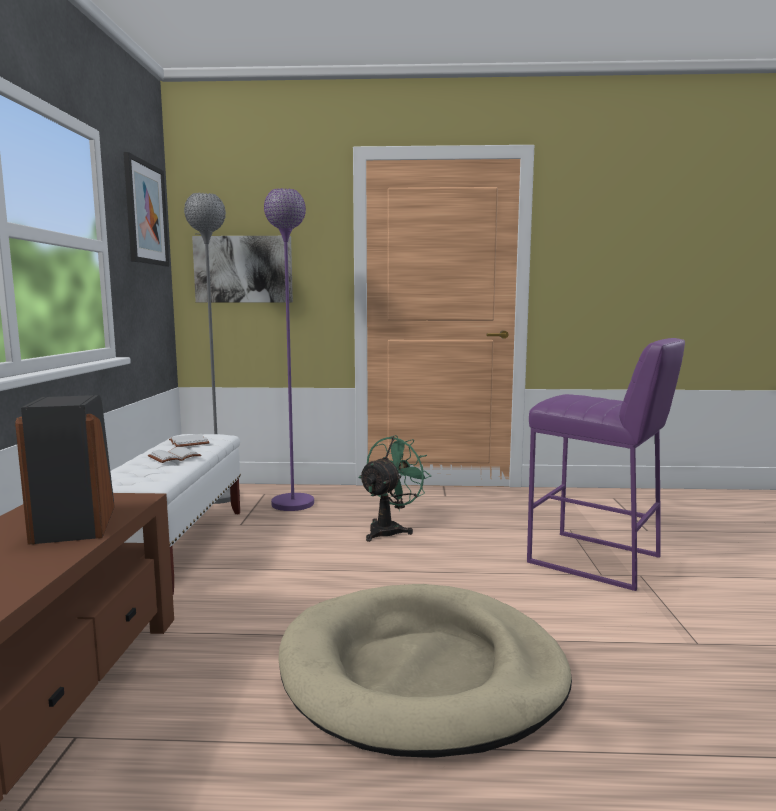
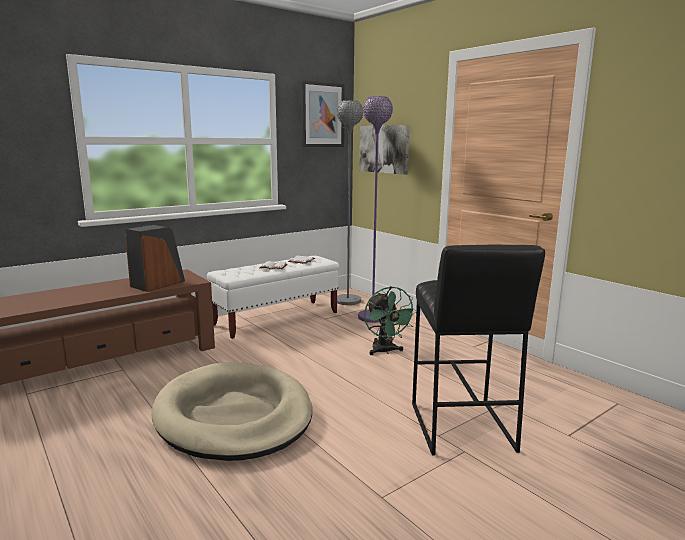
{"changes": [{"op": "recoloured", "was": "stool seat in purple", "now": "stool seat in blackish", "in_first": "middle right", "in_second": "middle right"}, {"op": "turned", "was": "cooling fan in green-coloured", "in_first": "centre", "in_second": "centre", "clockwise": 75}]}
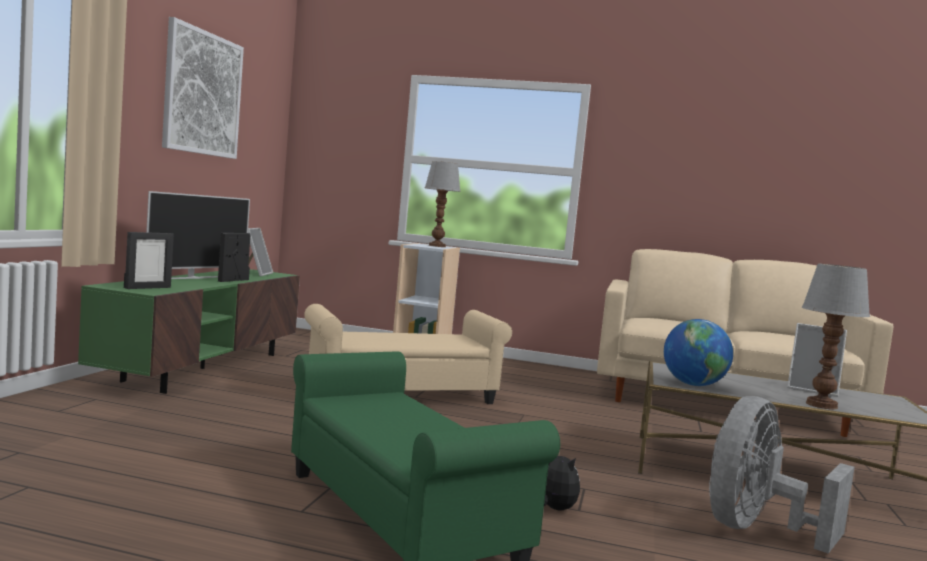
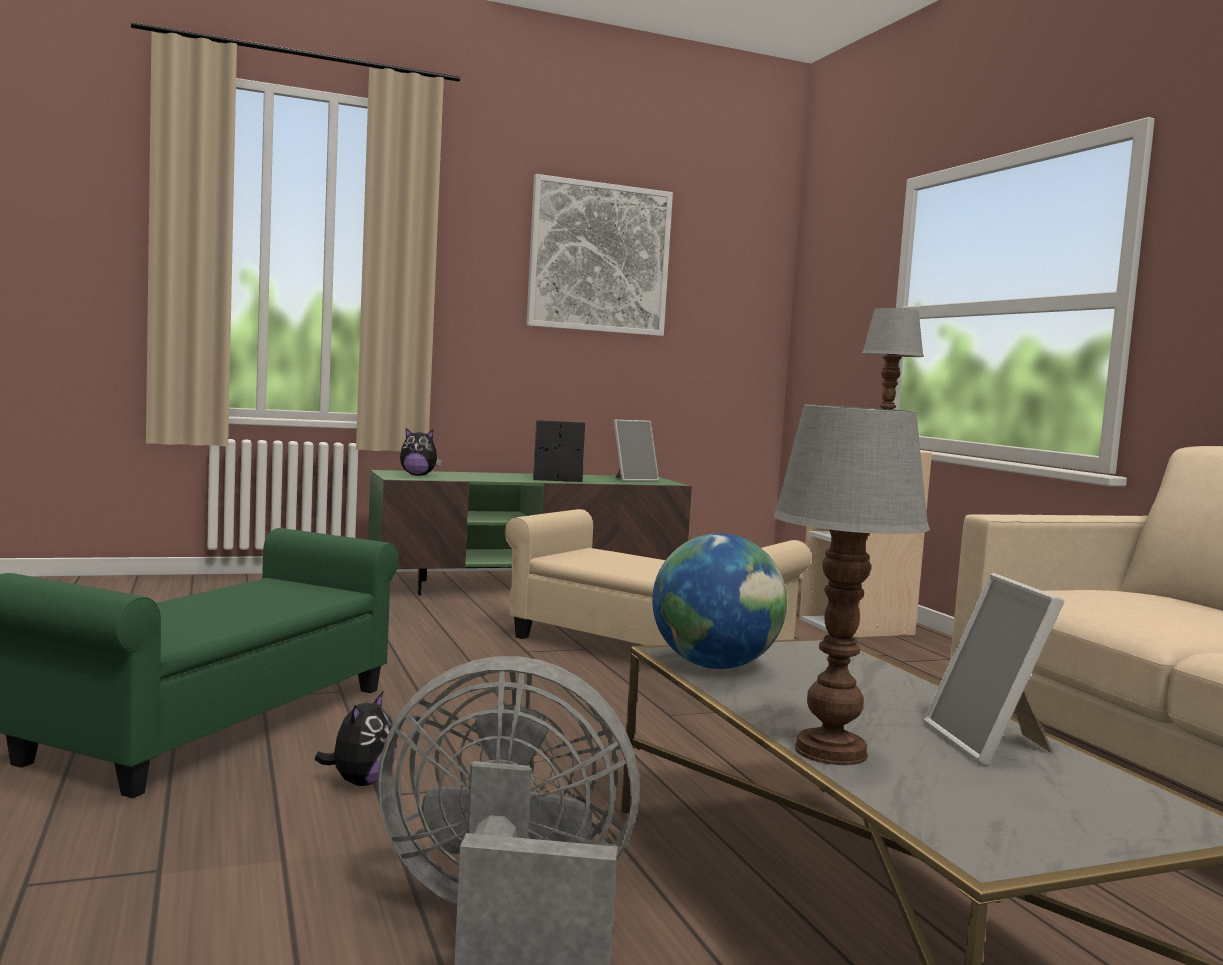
{"changes": [{"op": "removed", "was": "television", "in_first": "middle left"}, {"op": "replaced", "was": "photo frame (1st from left)", "now": "plush toy (2nd from left)", "in_first": "middle left", "in_second": "centre"}]}
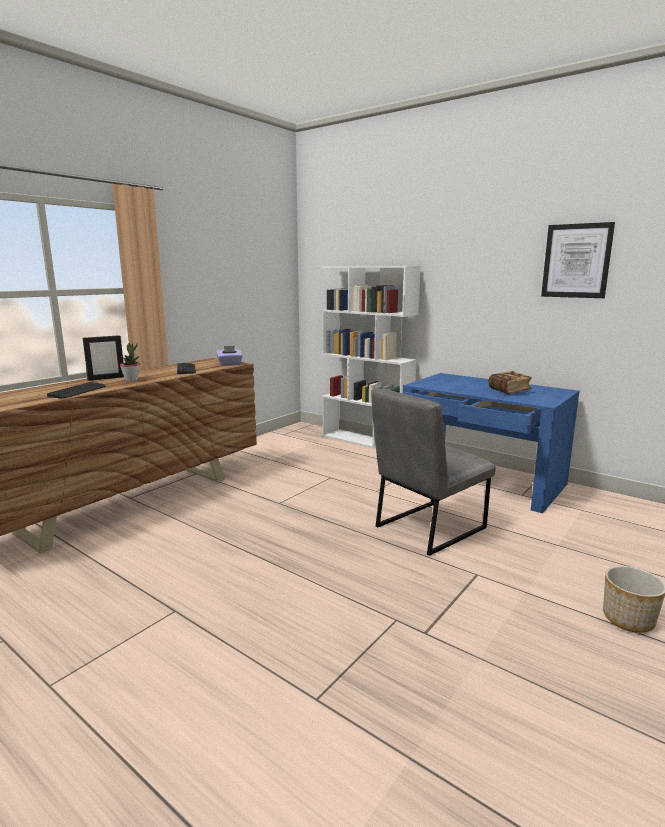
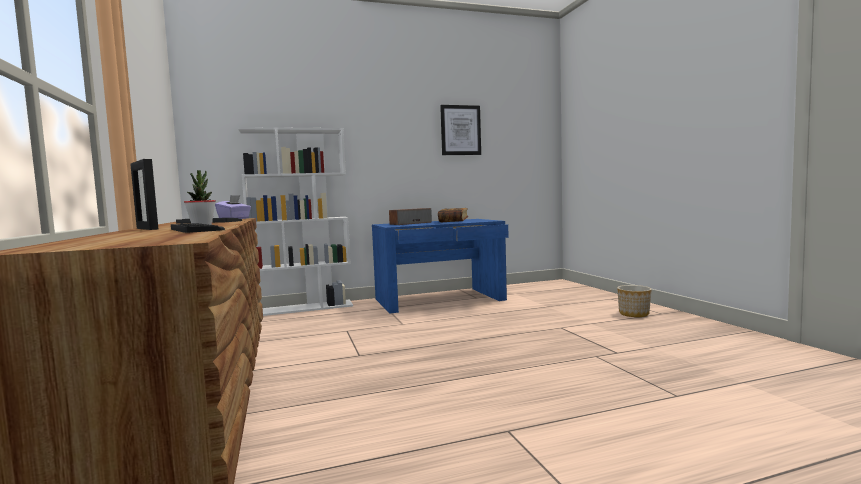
{"changes": [{"op": "turned", "was": "photo frame", "in_first": "middle left", "in_second": "middle left", "clockwise": 135}, {"op": "removed", "was": "chair in grey", "in_first": "centre"}, {"op": "added", "now": "loudspeaker", "in_second": "centre"}]}
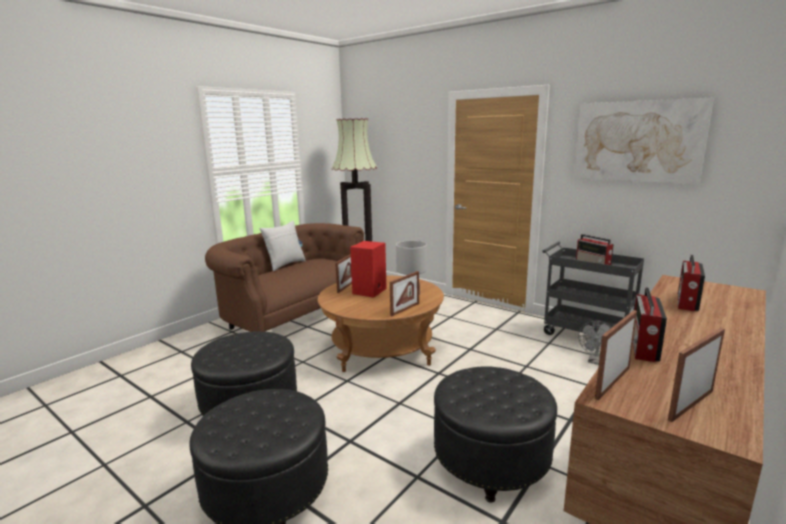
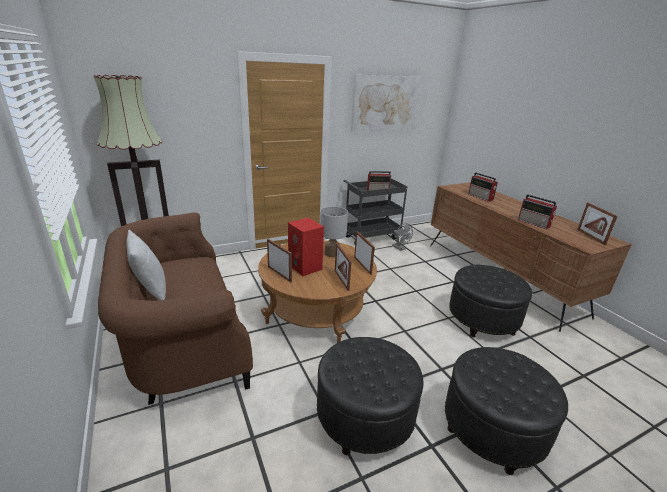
{"changes": [{"op": "moved", "was": "photo frame (3rd from left in the first image)", "now": "photo frame (2nd from left)", "in_first": "bottom right", "in_second": "centre"}]}
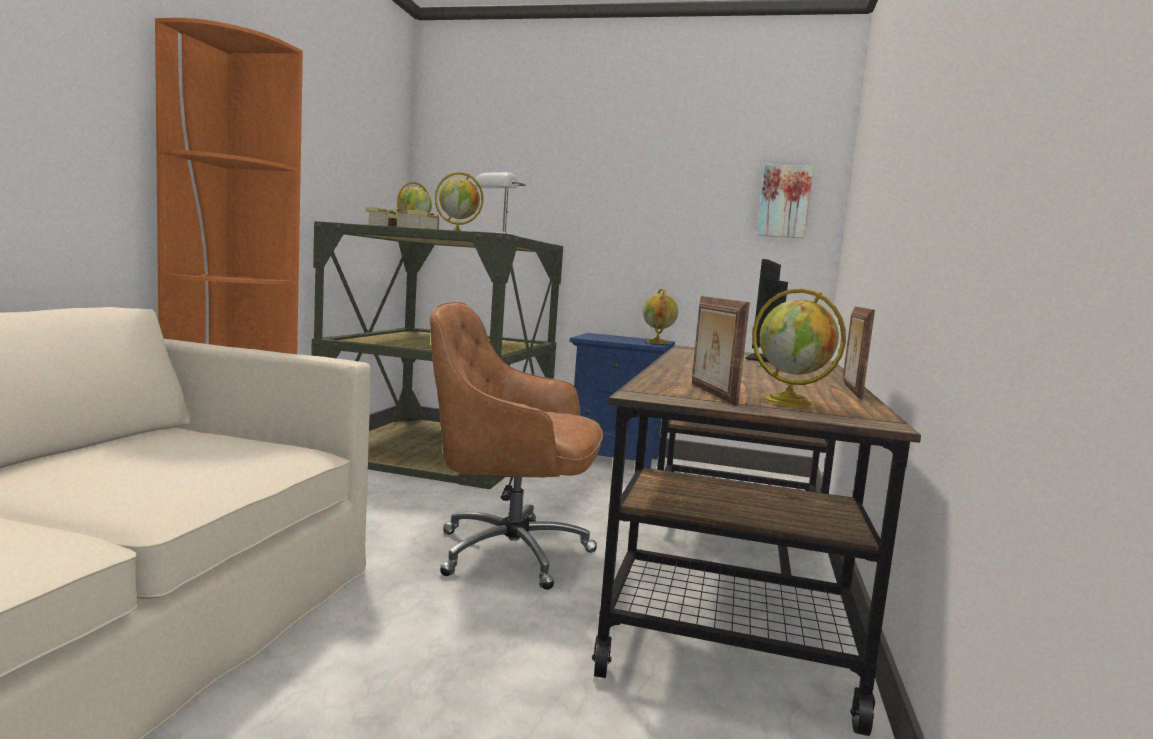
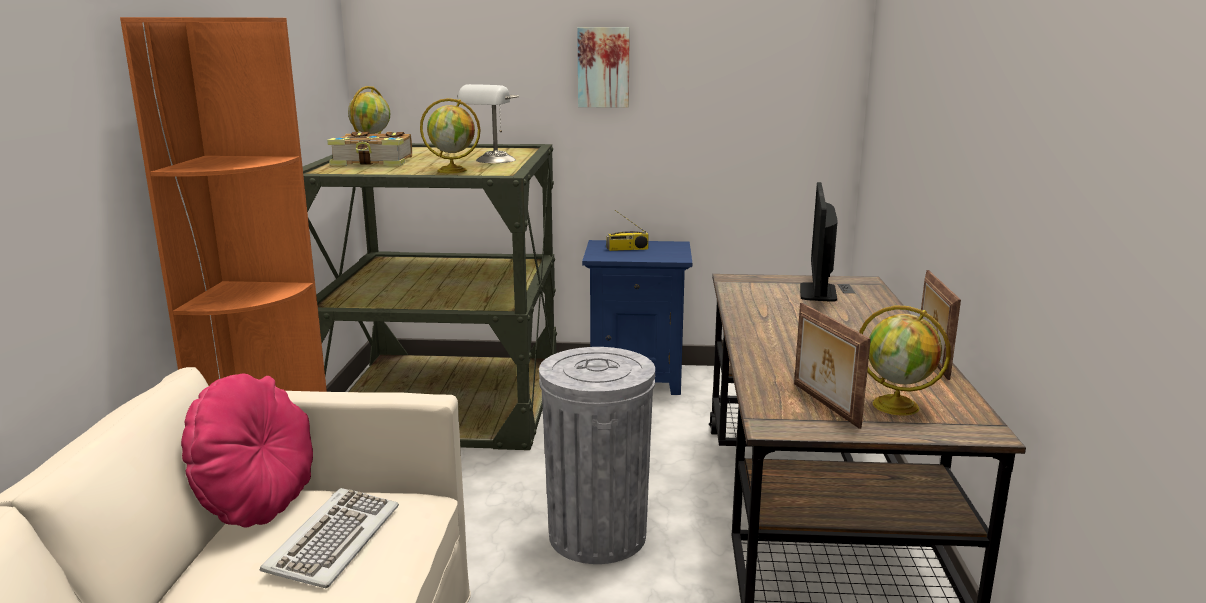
{"changes": [{"op": "moved", "was": "picture", "in_first": "top right", "in_second": "top centre"}, {"op": "removed", "was": "globe (3rd from left)", "in_first": "centre"}, {"op": "replaced", "was": "office chair in brownish", "now": "rubbish bin in grey", "in_first": "centre", "in_second": "bottom centre"}, {"op": "added", "now": "radio receiver", "in_second": "centre"}, {"op": "added", "now": "cushion in pink", "in_second": "bottom left"}, {"op": "added", "now": "computer keyboard", "in_second": "bottom left"}]}
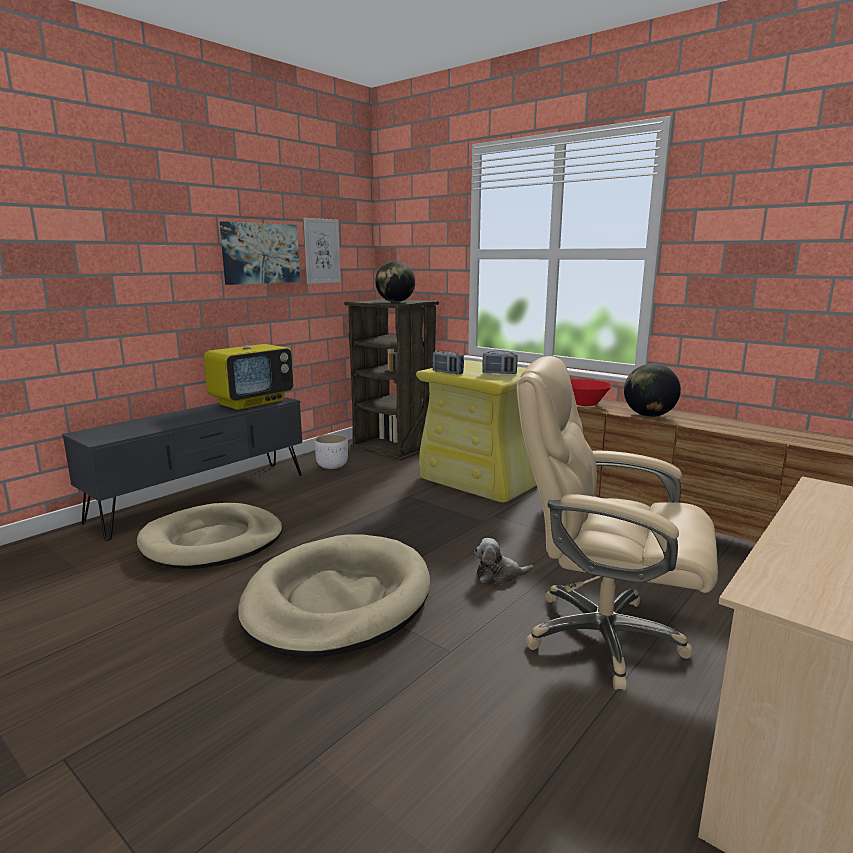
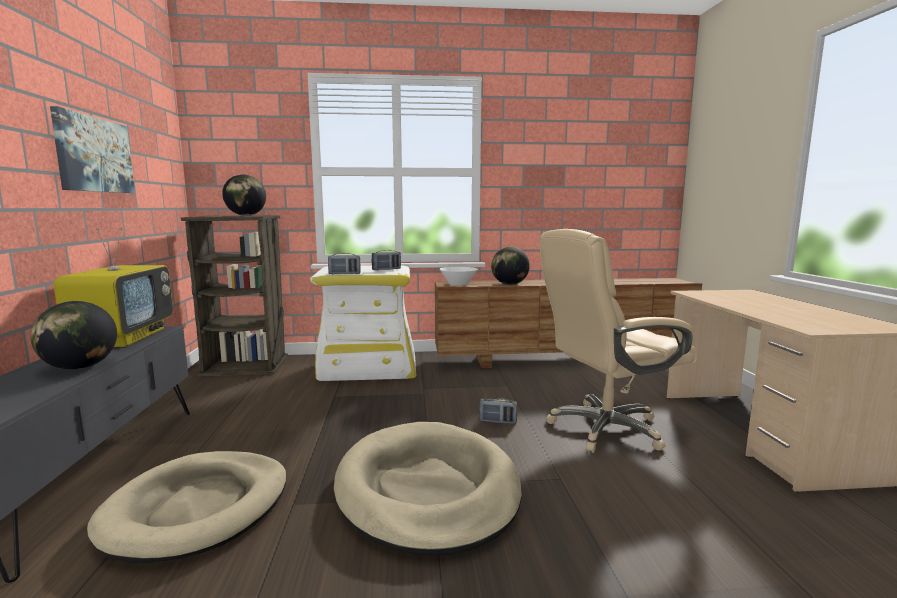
{"changes": [{"op": "removed", "was": "picture (2nd from left)", "in_first": "top centre"}, {"op": "recoloured", "was": "bedside table in yellowish", "now": "bedside table in whitish", "in_first": "centre", "in_second": "centre"}, {"op": "recoloured", "was": "bowl in reddish", "now": "bowl in whitish", "in_first": "middle right", "in_second": "centre"}, {"op": "removed", "was": "flower pot in whitish", "in_first": "centre"}, {"op": "replaced", "was": "plush toy", "now": "radio receiver (3rd from left)", "in_first": "centre", "in_second": "bottom centre"}, {"op": "added", "now": "globe (1st from left)", "in_second": "middle left"}]}
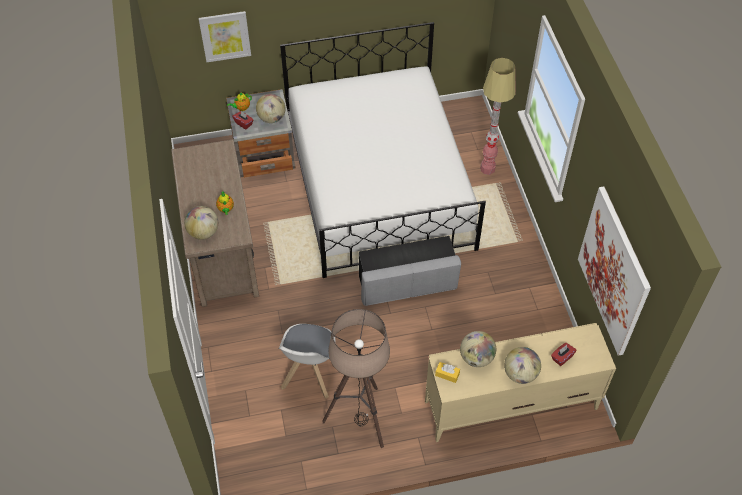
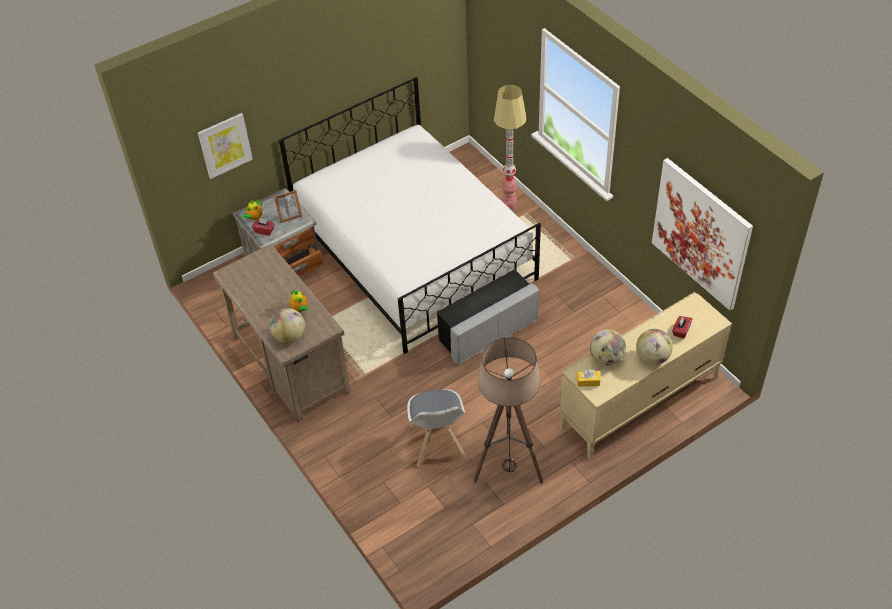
{"changes": [{"op": "replaced", "was": "globe (2nd from left)", "now": "photo frame", "in_first": "top centre", "in_second": "middle left"}]}
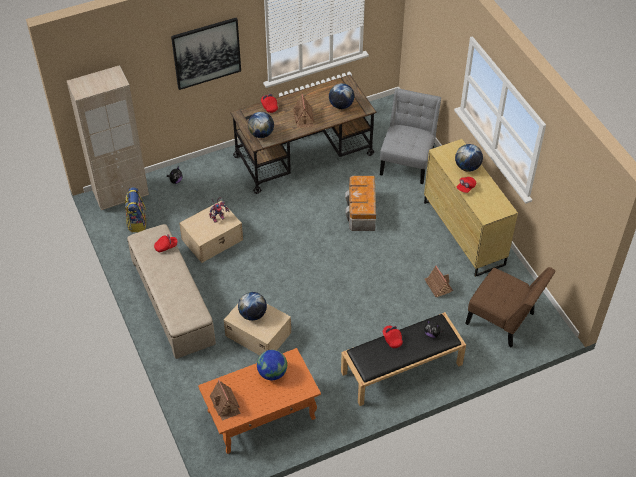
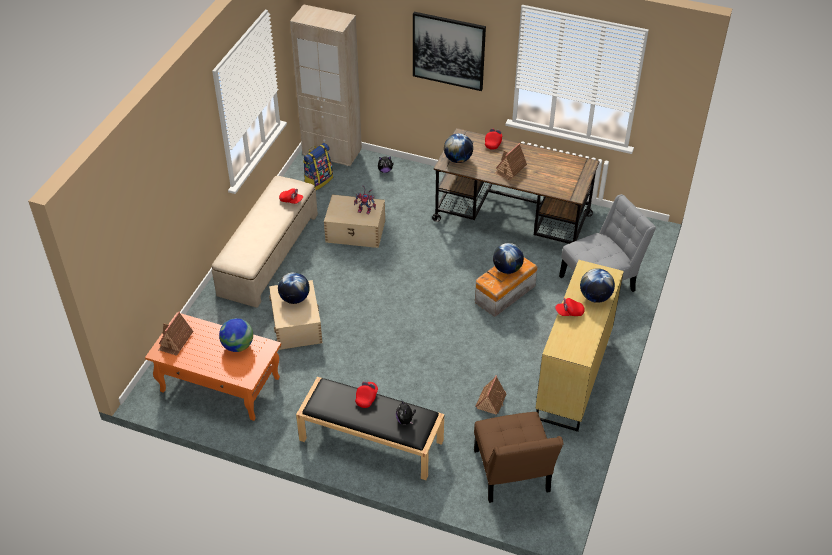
{"changes": [{"op": "moved", "was": "globe (4th from left)", "in_first": "top centre", "in_second": "centre"}]}
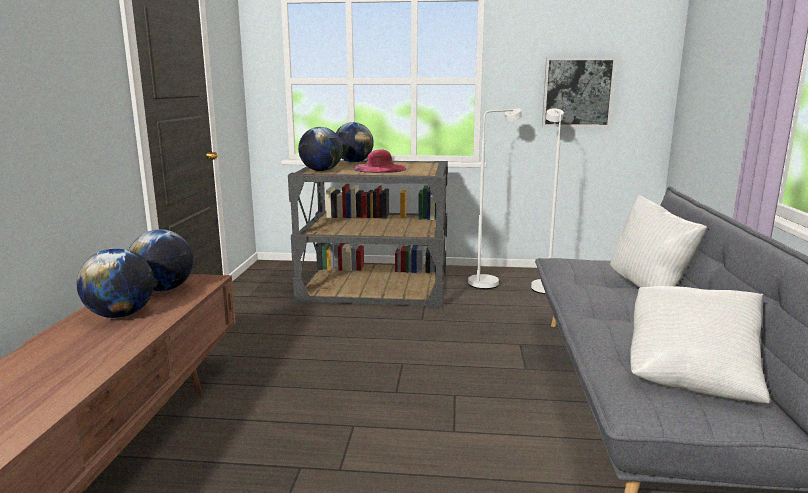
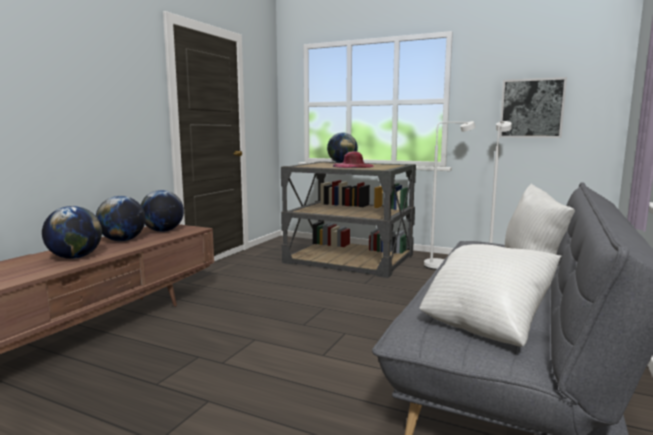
{"changes": [{"op": "moved", "was": "globe (3rd from left in the first image)", "now": "globe (1st from left)", "in_first": "top centre", "in_second": "middle left"}]}
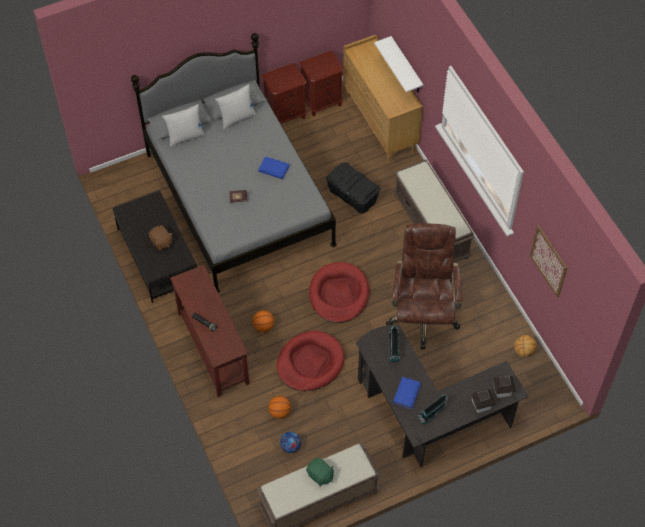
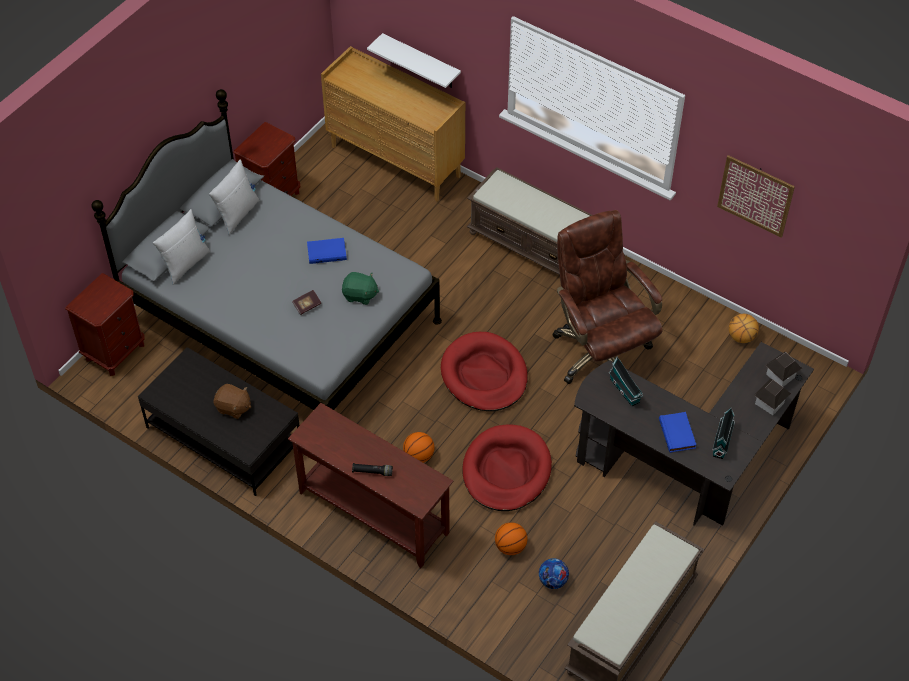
{"changes": [{"op": "moved", "was": "bedside table in brownish (2nd from left in the first image)", "now": "bedside table in brownish (1st from left)", "in_first": "top centre", "in_second": "middle left"}, {"op": "removed", "was": "storage container in blackish", "in_first": "centre"}, {"op": "moved", "was": "plush toy in green-coloured", "in_first": "bottom centre", "in_second": "centre"}]}
